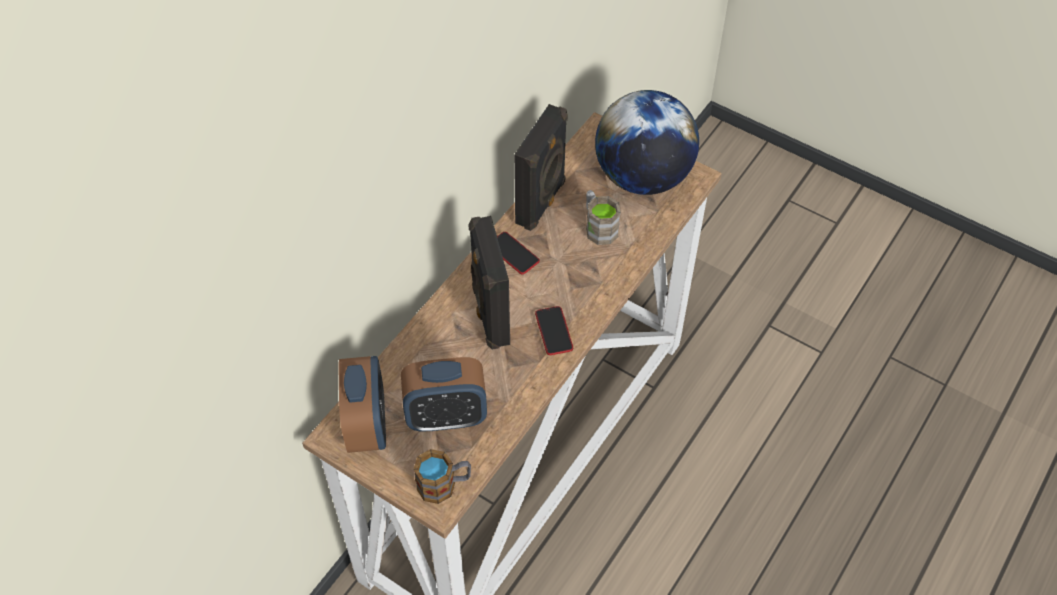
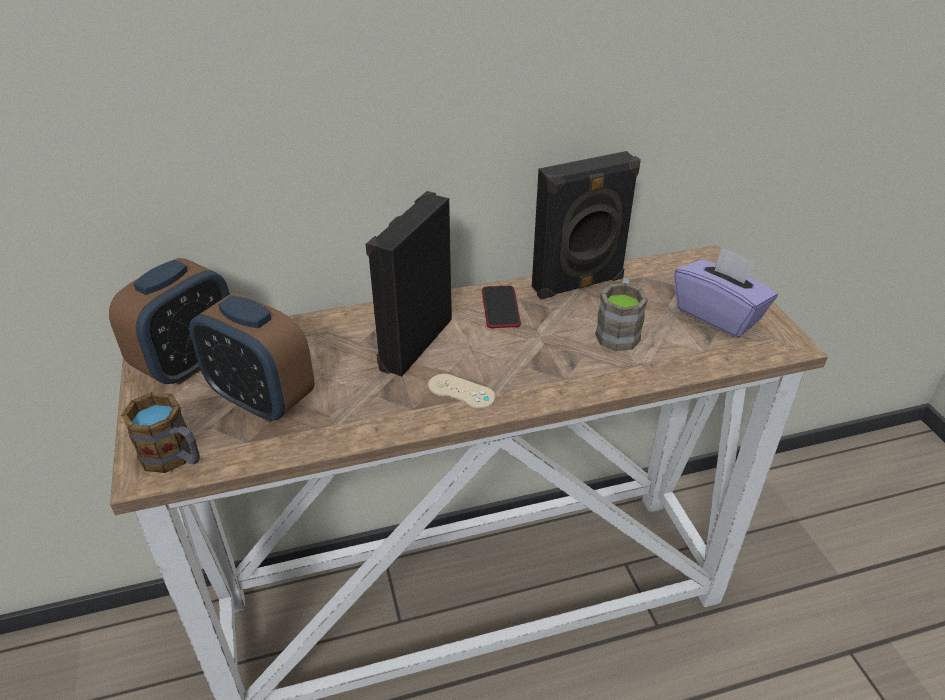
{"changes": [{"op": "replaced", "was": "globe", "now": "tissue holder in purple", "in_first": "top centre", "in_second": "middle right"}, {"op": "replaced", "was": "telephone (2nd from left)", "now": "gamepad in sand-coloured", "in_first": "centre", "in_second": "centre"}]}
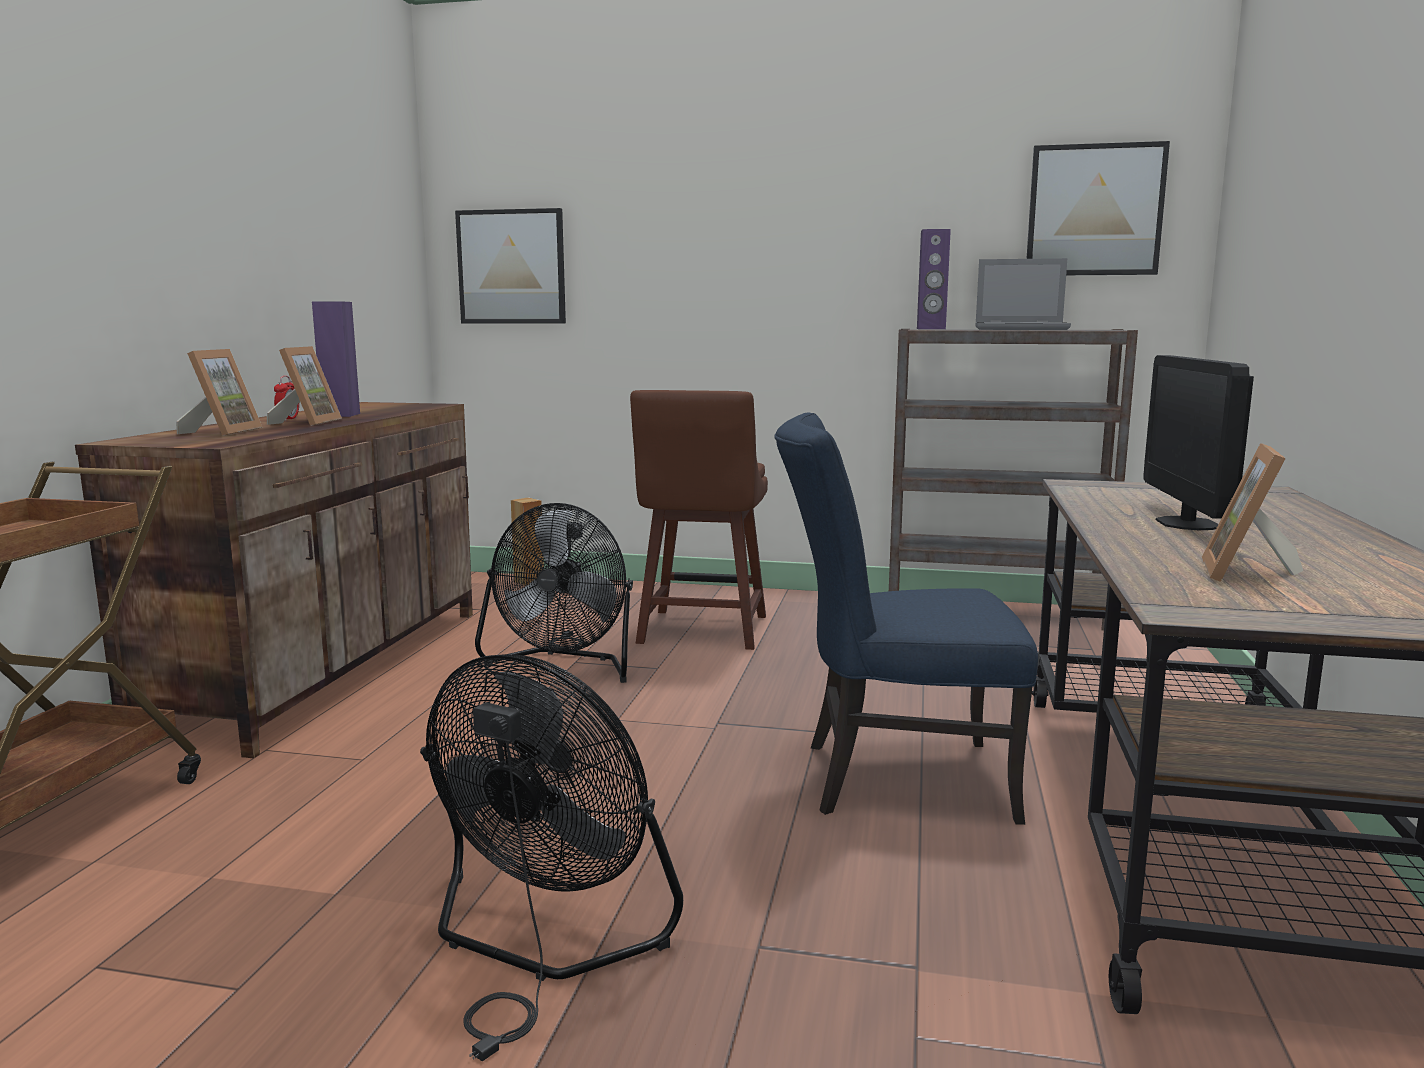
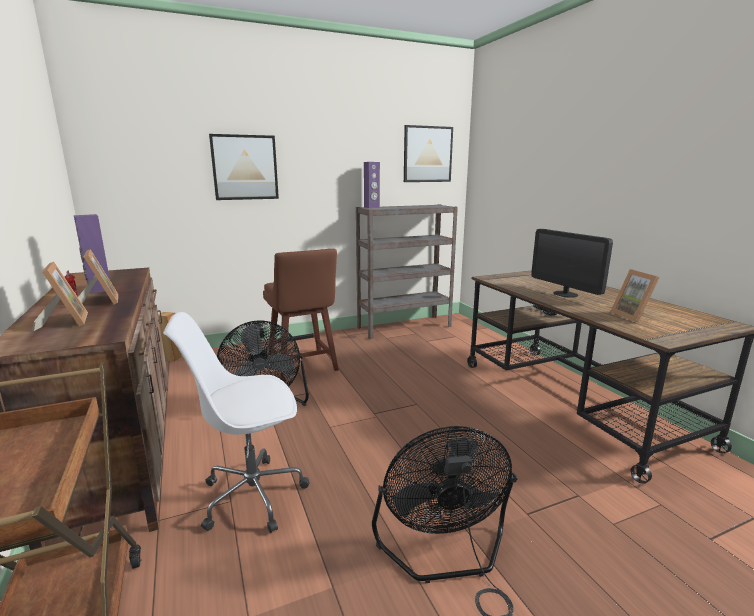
{"changes": [{"op": "moved", "was": "picture (1st from left)", "in_first": "top centre", "in_second": "top left"}, {"op": "removed", "was": "notebook computer", "in_first": "top right"}, {"op": "removed", "was": "chair in blue-coloured", "in_first": "centre"}, {"op": "added", "now": "office chair in whitish", "in_second": "bottom left"}]}
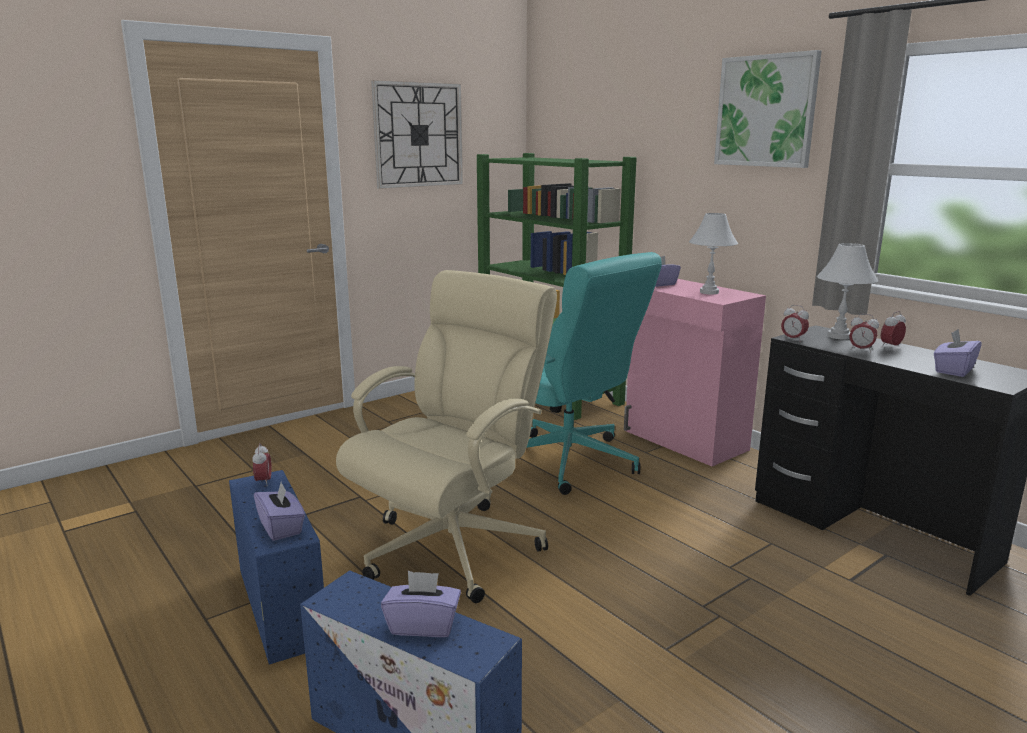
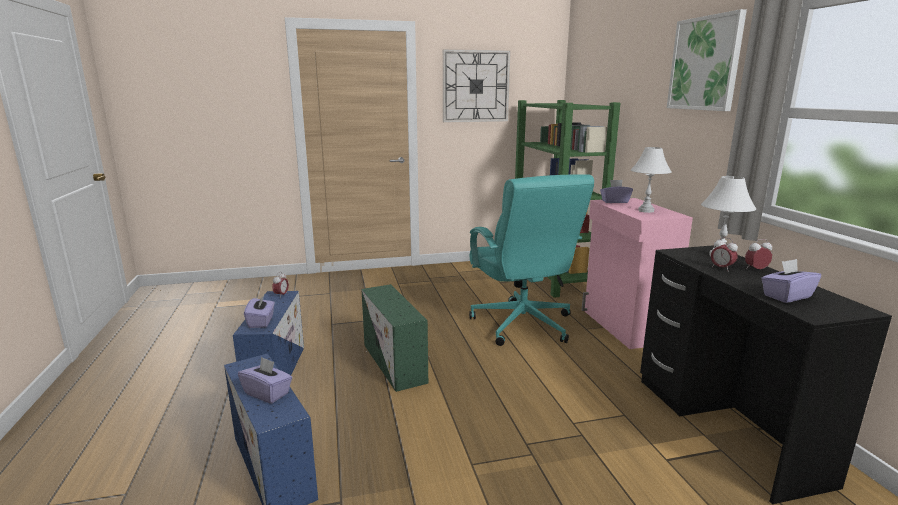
{"changes": [{"op": "replaced", "was": "office chair in sand-coloured", "now": "storage container in green-coloured", "in_first": "centre", "in_second": "bottom centre"}, {"op": "removed", "was": "bedside clock (2nd from left)", "in_first": "middle right"}]}
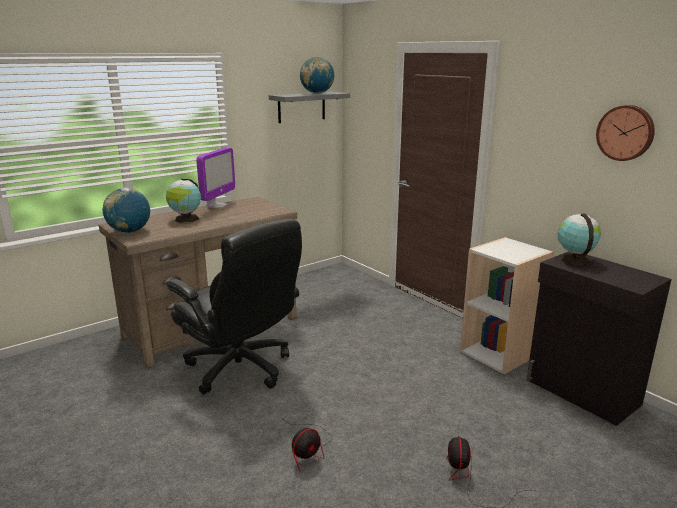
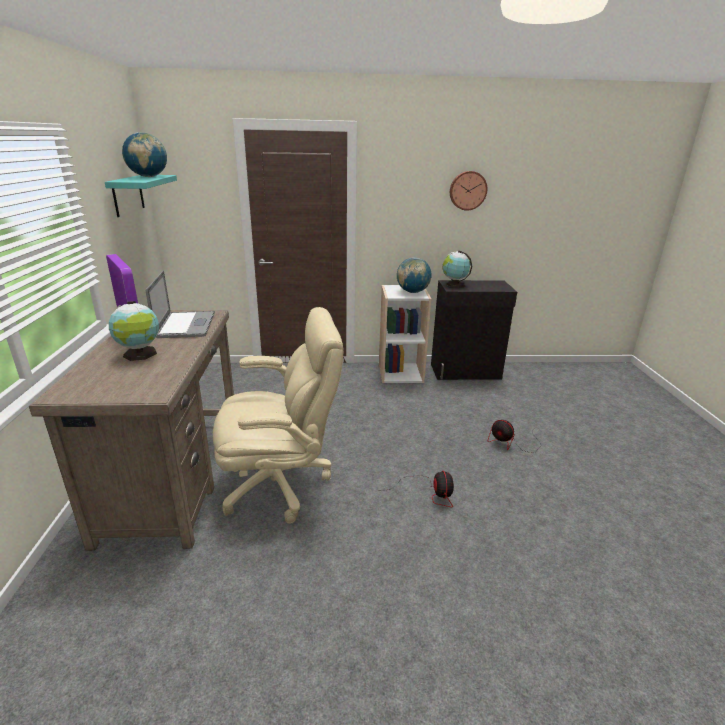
{"changes": [{"op": "recoloured", "was": "wall shelf in grey", "now": "wall shelf in turquoise", "in_first": "top centre", "in_second": "top left"}, {"op": "moved", "was": "globe (1st from left in the first image)", "now": "globe (3rd from left)", "in_first": "middle left", "in_second": "centre"}, {"op": "recoloured", "was": "office chair in blackish", "now": "office chair in sand-coloured", "in_first": "centre", "in_second": "centre"}, {"op": "added", "now": "notebook computer", "in_second": "middle left"}]}
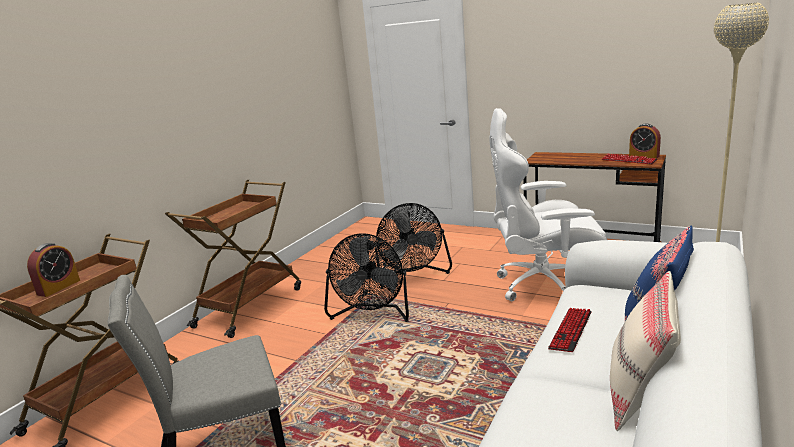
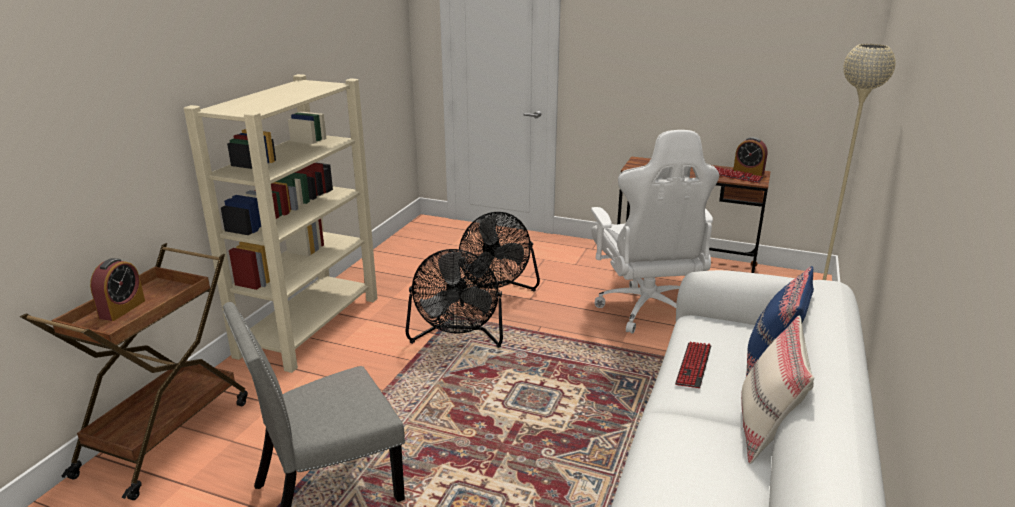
{"changes": [{"op": "turned", "was": "office chair in whitish", "in_first": "middle right", "in_second": "centre", "clockwise": -90}, {"op": "replaced", "was": "wheeled cart in brownish (2nd from left)", "now": "shelving unit in sand-coloured", "in_first": "middle left", "in_second": "middle left"}]}
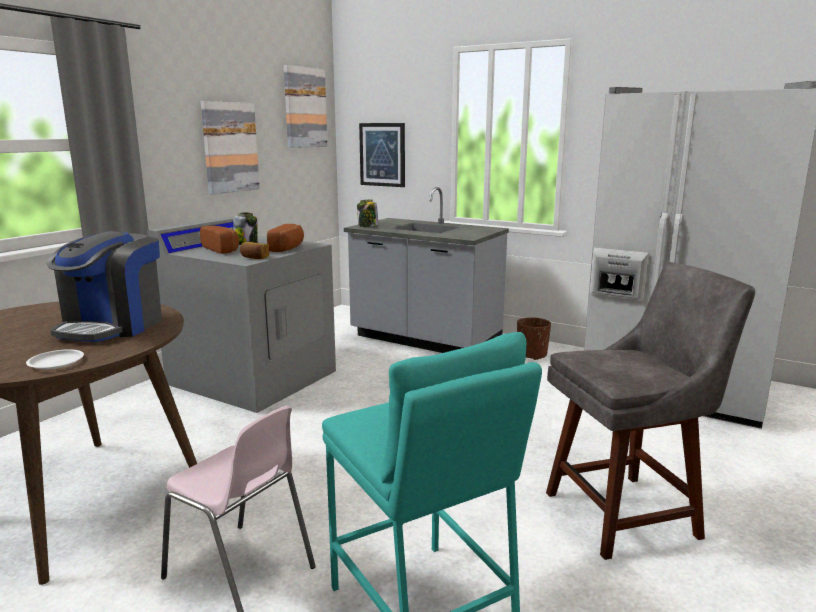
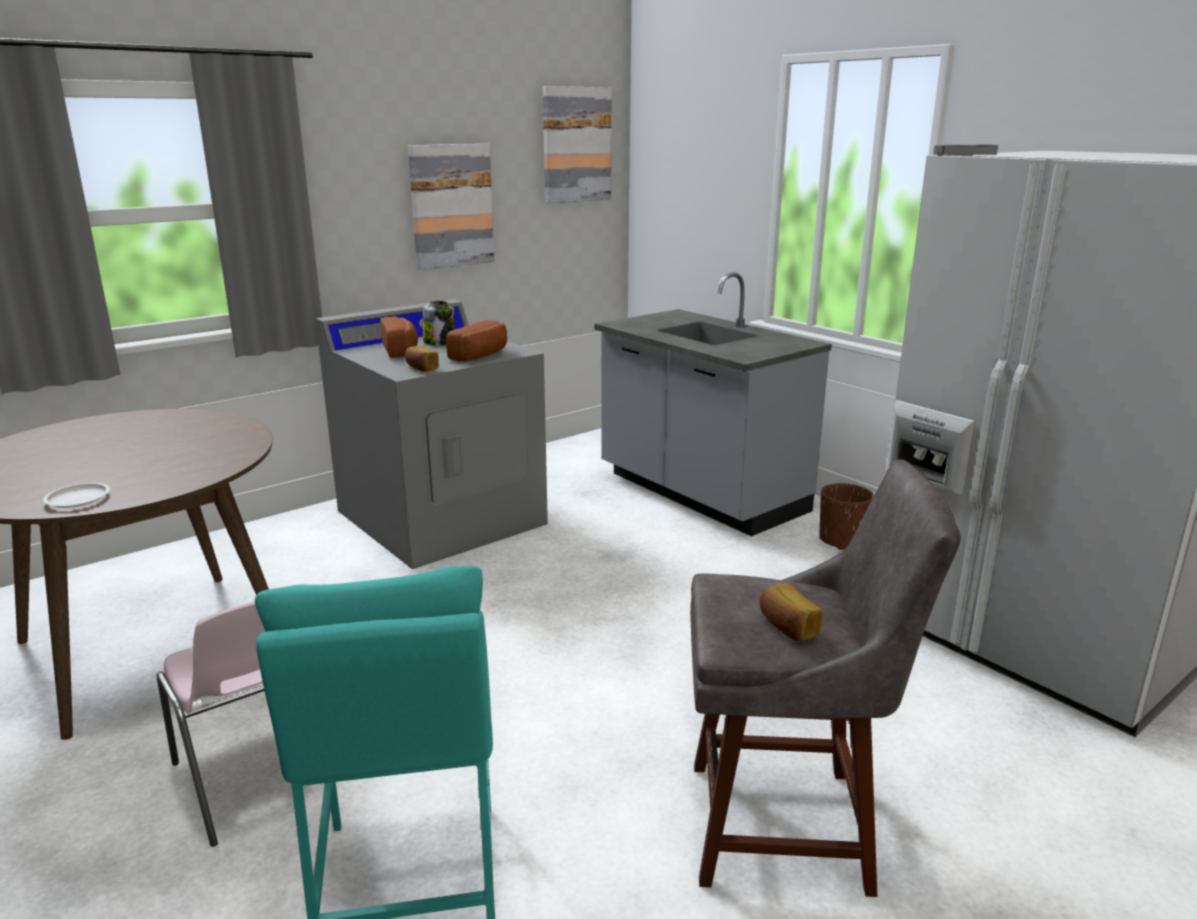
{"changes": [{"op": "removed", "was": "picture (3rd from left)", "in_first": "top centre"}, {"op": "removed", "was": "jar (2nd from left)", "in_first": "centre"}, {"op": "removed", "was": "coffee machine", "in_first": "middle left"}, {"op": "added", "now": "bread (4th from left)", "in_second": "centre"}]}
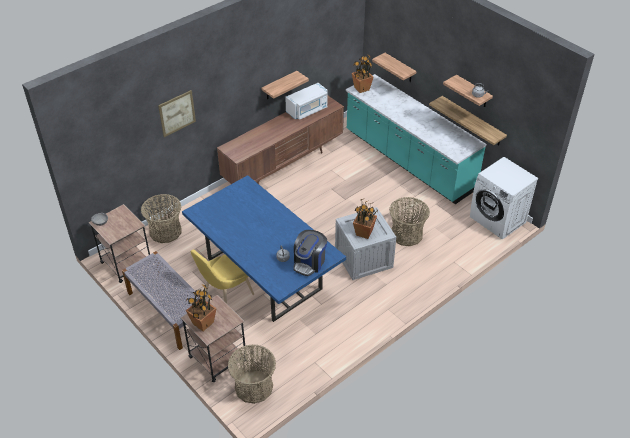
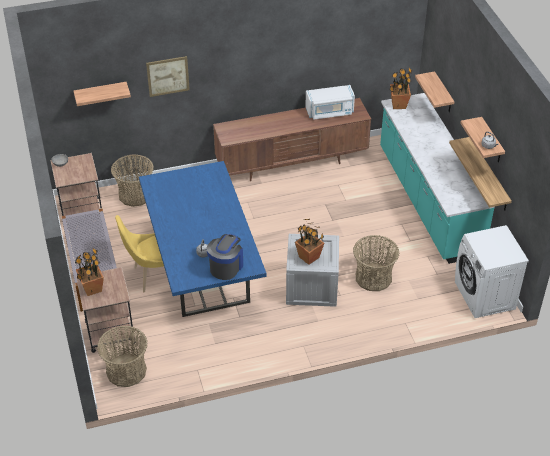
{"changes": [{"op": "moved", "was": "wall shelf (1st from left)", "in_first": "top centre", "in_second": "top left"}, {"op": "turned", "was": "coffee machine", "in_first": "centre", "in_second": "centre", "clockwise": 150}]}
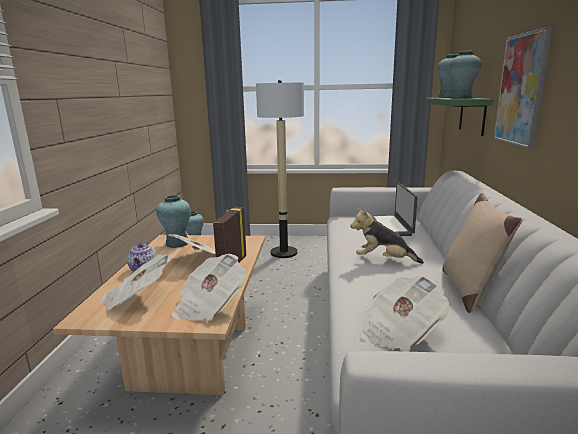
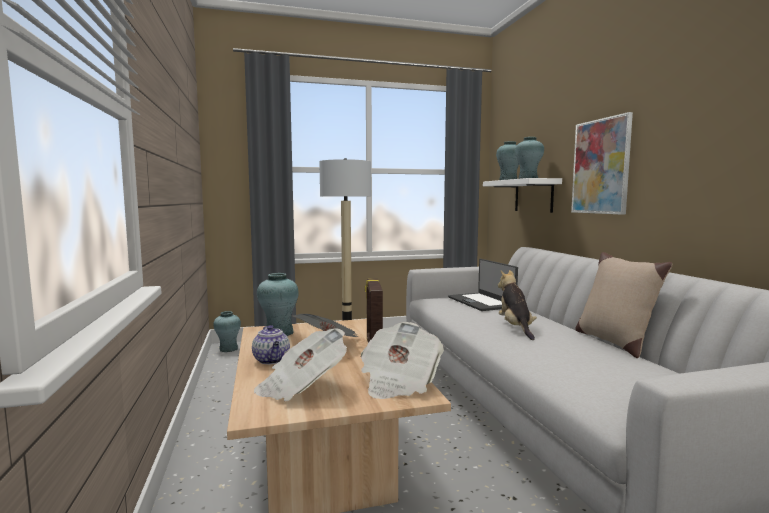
{"changes": [{"op": "recoloured", "was": "wall shelf in green-coloured", "now": "wall shelf in whitish", "in_first": "top right", "in_second": "middle right"}, {"op": "turned", "was": "plush toy", "in_first": "middle right", "in_second": "middle right", "clockwise": 90}, {"op": "removed", "was": "newspaper (4th from left)", "in_first": "bottom right"}]}
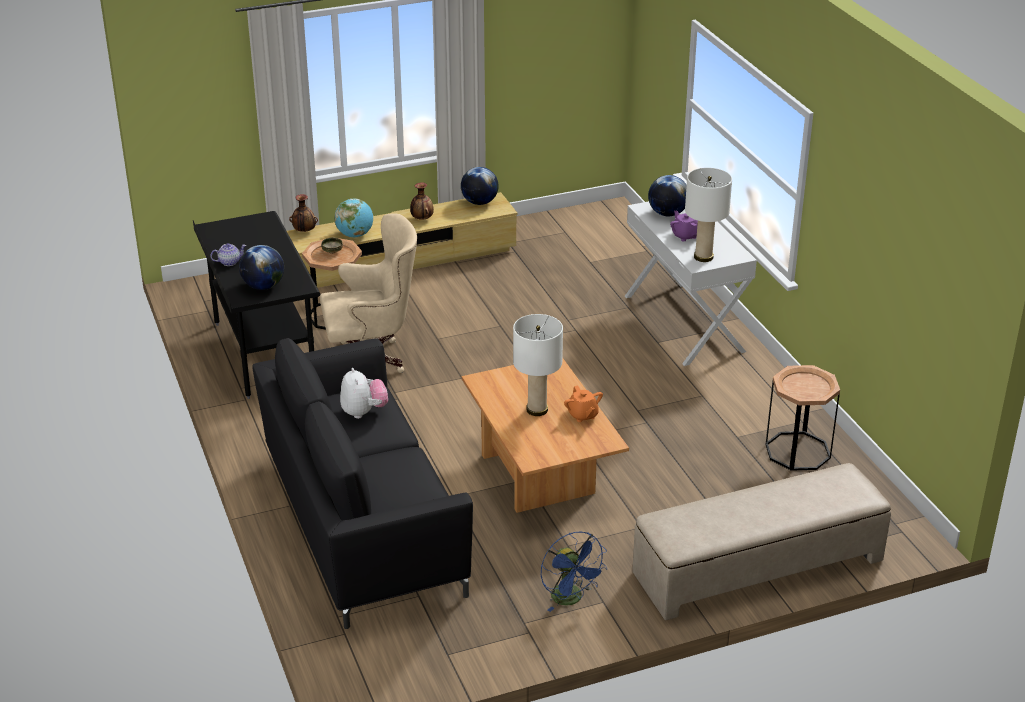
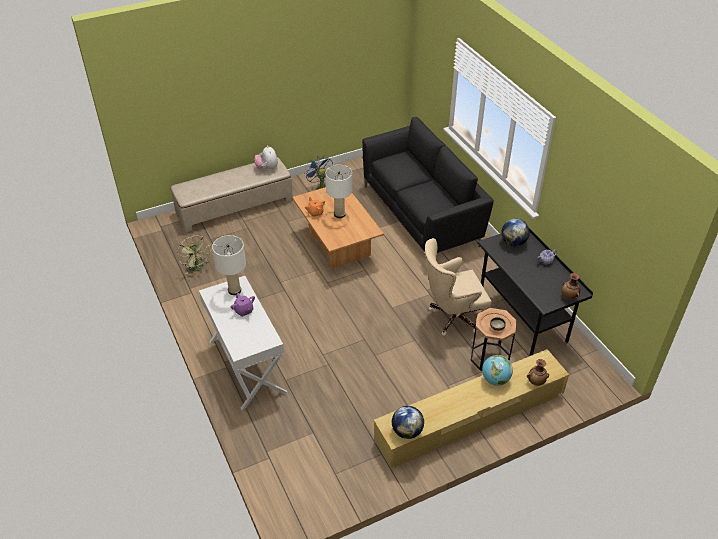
{"changes": [{"op": "removed", "was": "globe (4th from left)", "in_first": "top centre"}, {"op": "moved", "was": "flower vase (2nd from left)", "in_first": "top centre", "in_second": "middle right"}, {"op": "replaced", "was": "accent table in brownish (2nd from left)", "now": "cooling fan in green-coloured", "in_first": "middle right", "in_second": "middle left"}, {"op": "moved", "was": "plush toy", "in_first": "centre", "in_second": "top centre"}]}
